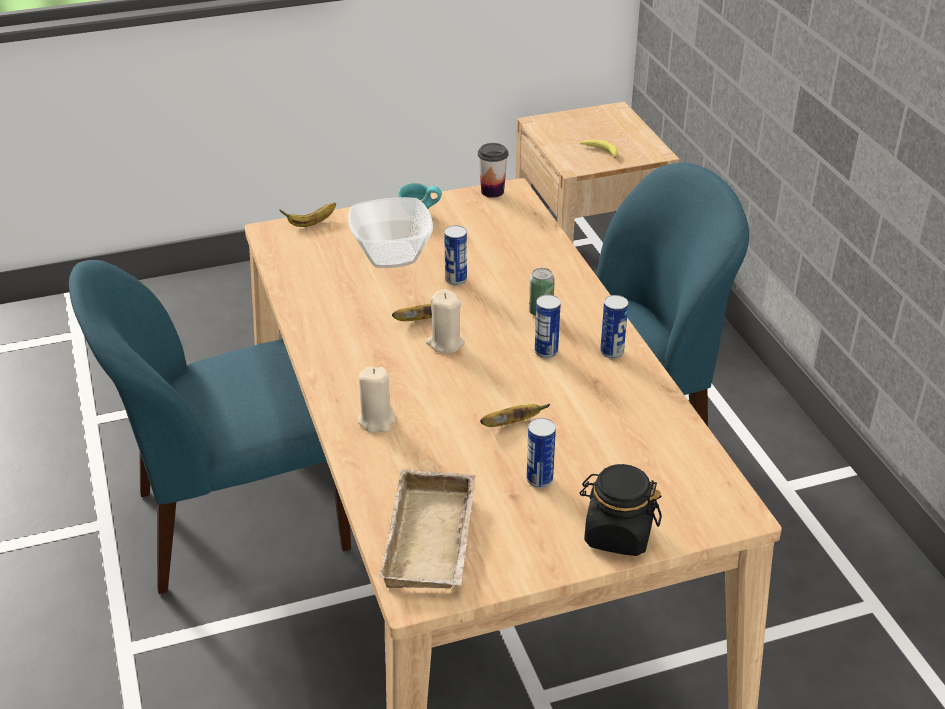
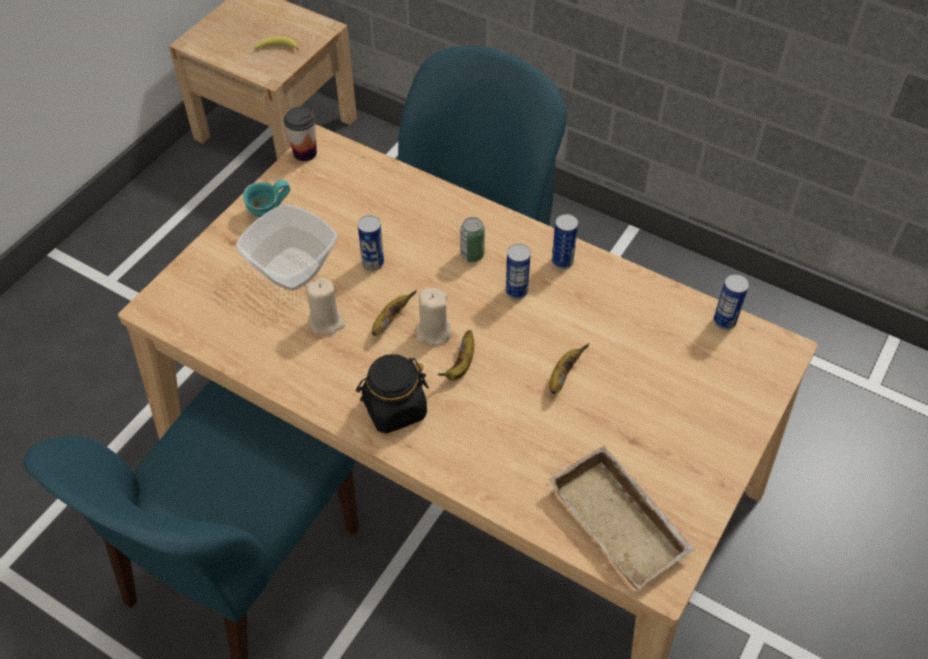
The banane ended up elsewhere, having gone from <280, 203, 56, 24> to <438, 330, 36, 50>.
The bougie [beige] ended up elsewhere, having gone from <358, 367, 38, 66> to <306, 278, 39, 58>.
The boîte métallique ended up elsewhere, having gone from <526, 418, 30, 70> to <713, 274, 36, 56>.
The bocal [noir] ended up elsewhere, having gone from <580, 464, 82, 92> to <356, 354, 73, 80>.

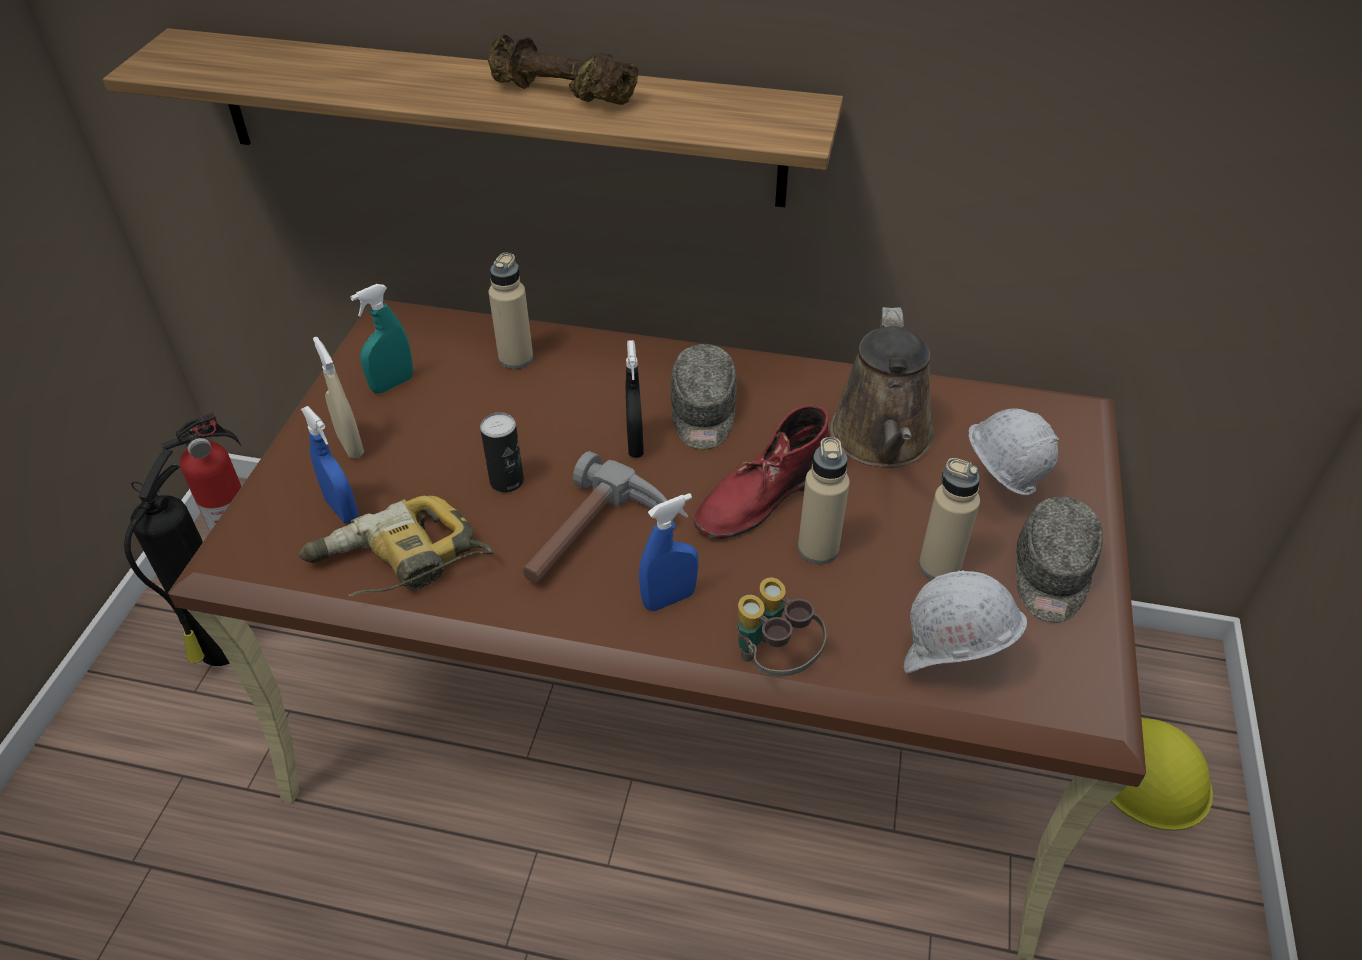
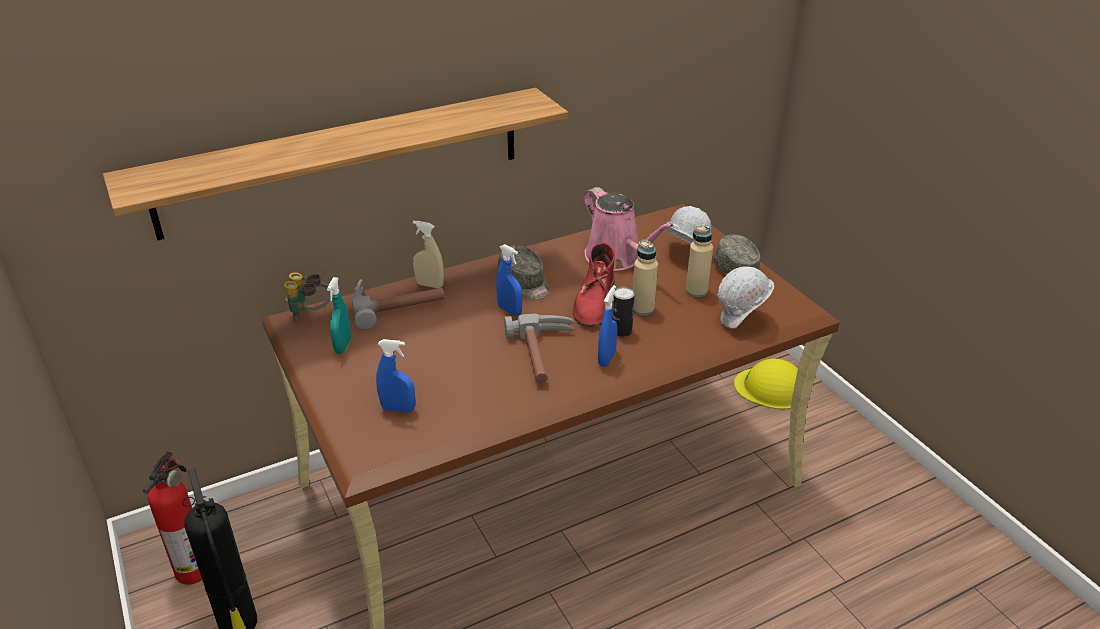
The second view lost the perceuse at <299, 496, 195, 101>.
The vaporisateur [beige] ended up elsewhere, having gone from <313, 337, 51, 122> to <413, 221, 31, 67>.
The boîte métallique ended up elsewhere, having gone from <480, 412, 44, 80> to <612, 287, 23, 50>.
The second view lost the haltère [marron] at <487, 35, 151, 70>.
Where the bouteille [beige] stood at <489, 253, 44, 116>, the marteau came to stand at <352, 279, 92, 51>.
What was the vaporisateur [noir] at <626, 340, 18, 118> turned into the vaporisateur [bleu] at <496, 244, 26, 72>.
The jumelles ended up elsewhere, having gone from <737, 578, 89, 98> to <284, 272, 46, 50>.
What was the arrosoir [marron] at <830, 307, 104, 161> turned into the arrosoir [rose] at <584, 187, 90, 84>.

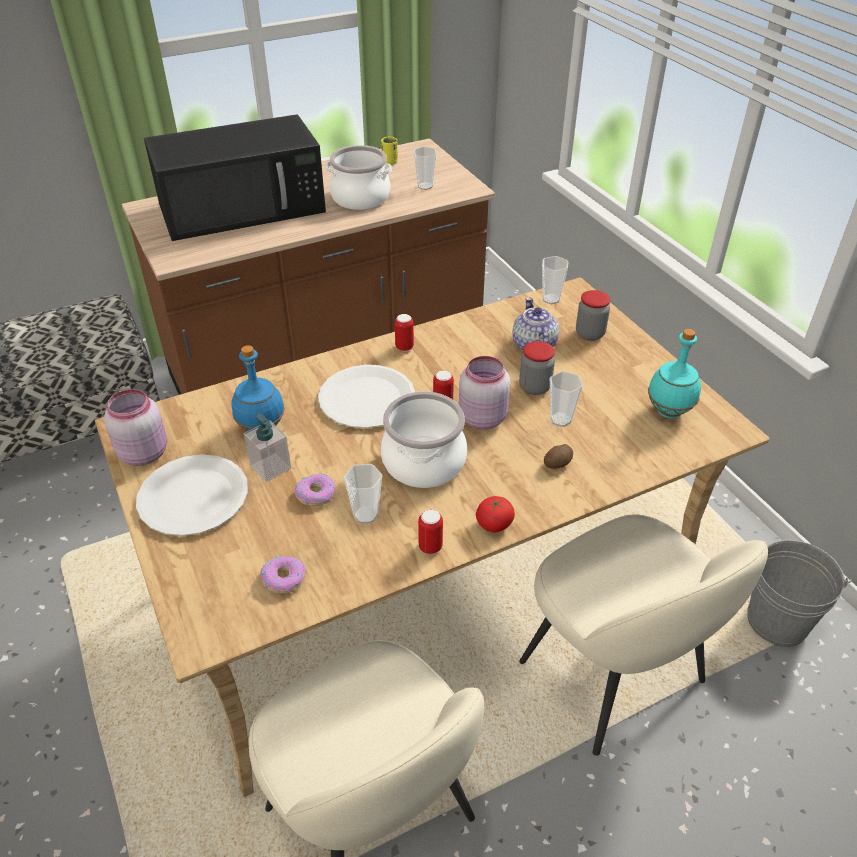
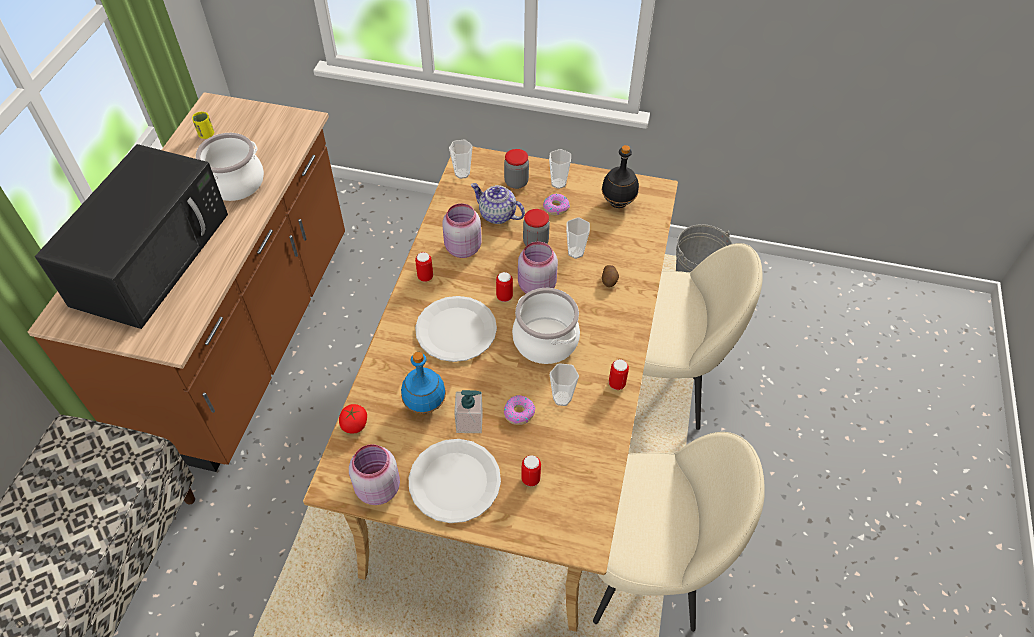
The beignet ended up elsewhere, having gone from <260, 556, 46, 37> to <543, 193, 27, 22>.
The tasse ended up elsewhere, having gone from <414, 147, 23, 43> to <549, 149, 22, 40>.
The tomate ended up elsewhere, having gone from <476, 496, 39, 37> to <339, 404, 28, 30>.
What was the bouteille [turquoise] at <648, 329, 53, 89> turned into the bouteille [noir] at <602, 145, 37, 63>.
The second view gained the bocal [rose] at <442, 203, 40, 55>.
The second view gained the boîte métallique at <521, 455, 20, 32>.

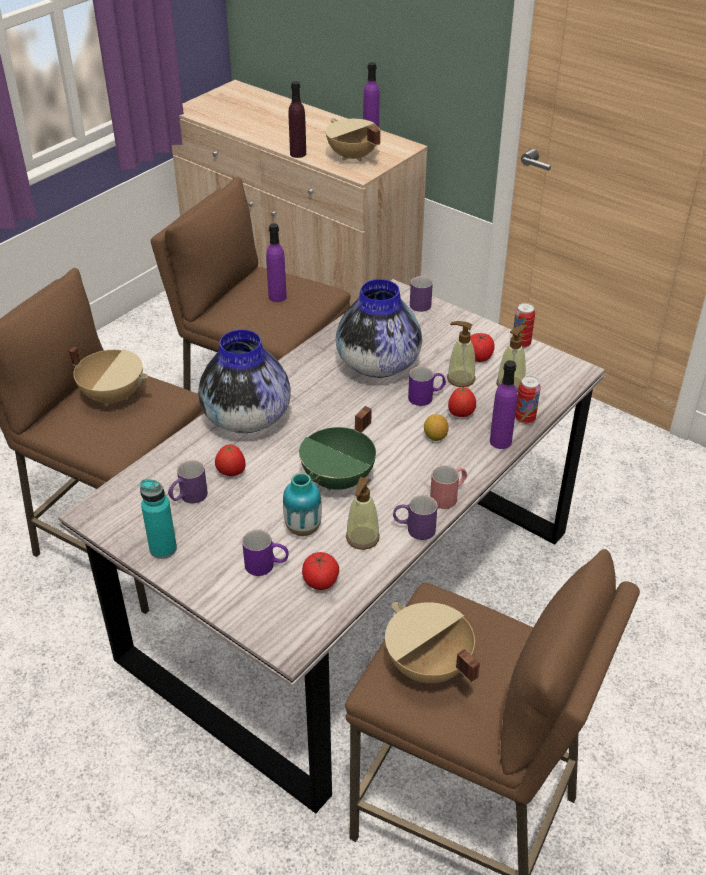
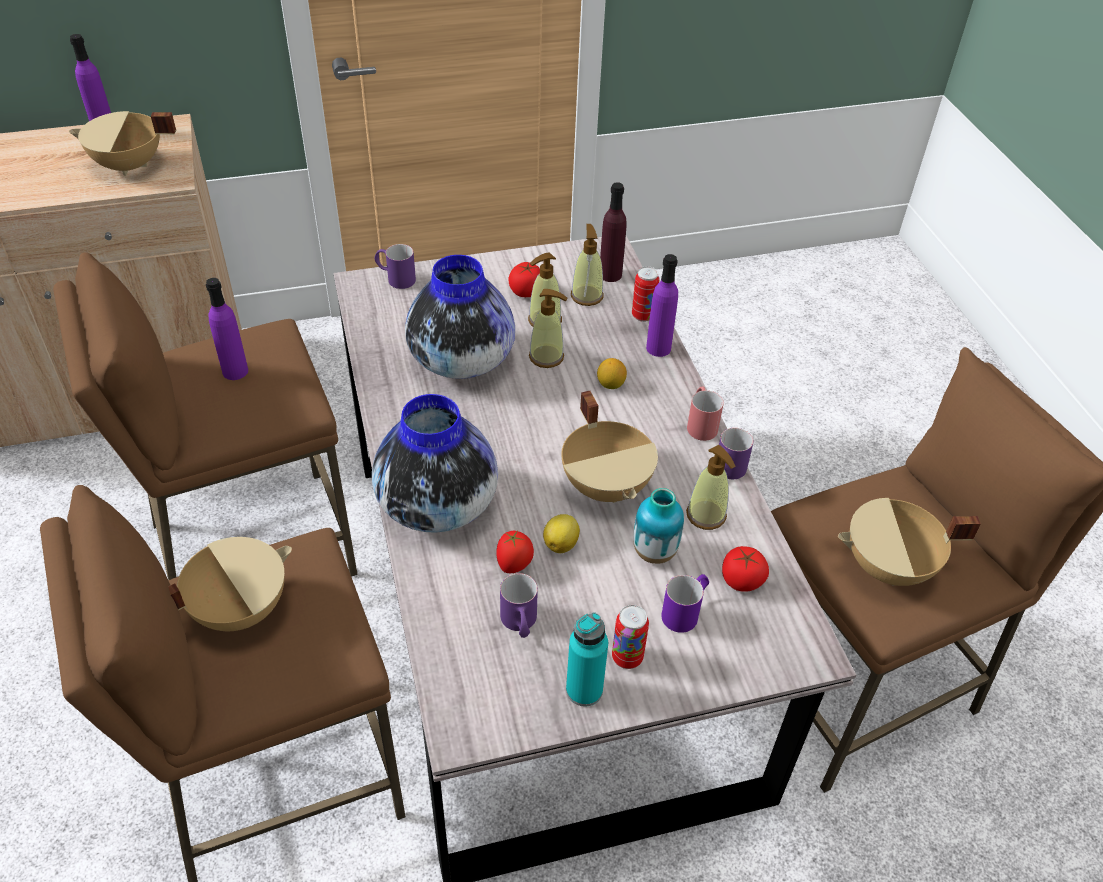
The bouteille [violet] ended up elsewhere, having gone from <288, 81, 18, 77> to <600, 182, 27, 100>.
What was the marmite [vert] at <299, 406, 77, 84> turned into the marmite [beige] at <561, 391, 97, 112>.
Where the mug [violet] stood at <408, 367, 38, 39>, the distributeur de savon came to stand at <529, 289, 38, 79>.
The second view lost the tomate at <448, 387, 28, 30>.
The boîte métallique ended up elsewhere, having gone from <512, 303, 23, 45> to <612, 605, 37, 64>.
The second view gained the citron at <543, 514, 37, 39>.

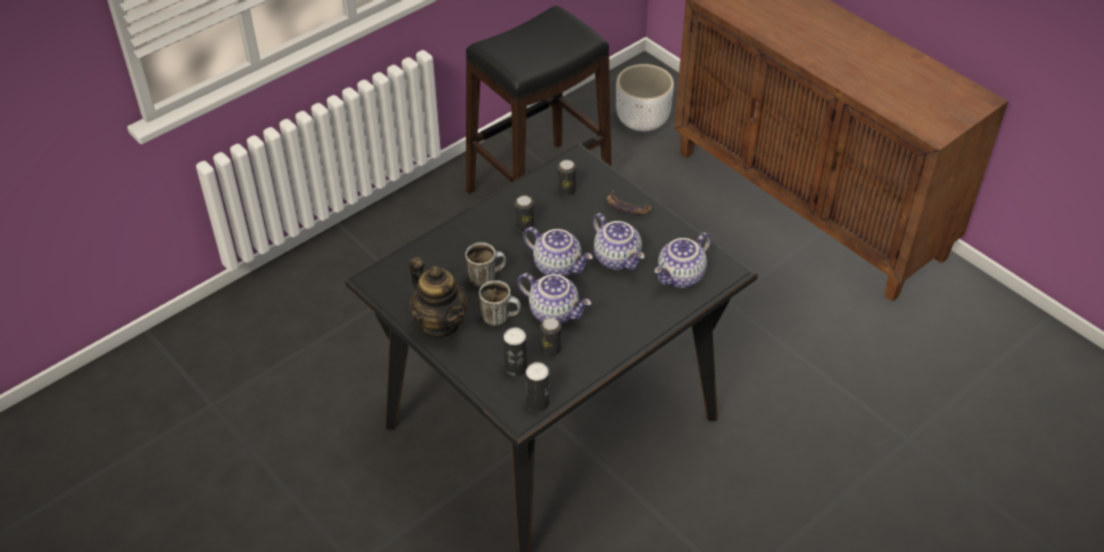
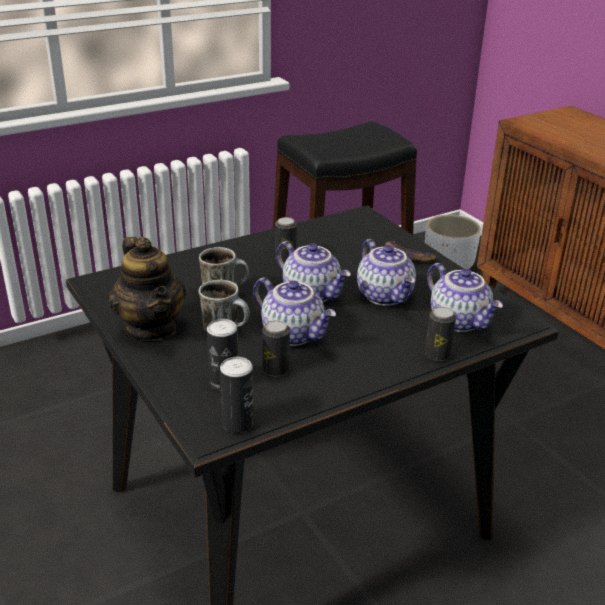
The boîte métallique ended up elsewhere, having gone from <558, 160, 18, 36> to <425, 307, 31, 54>.
The théière at <654, 232, 57, 56> ended up facing another way, 90 degrees counterclockwise from before.

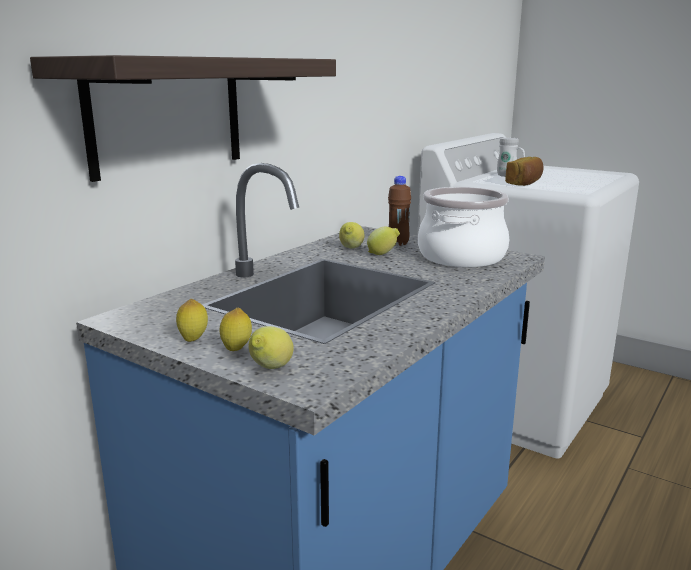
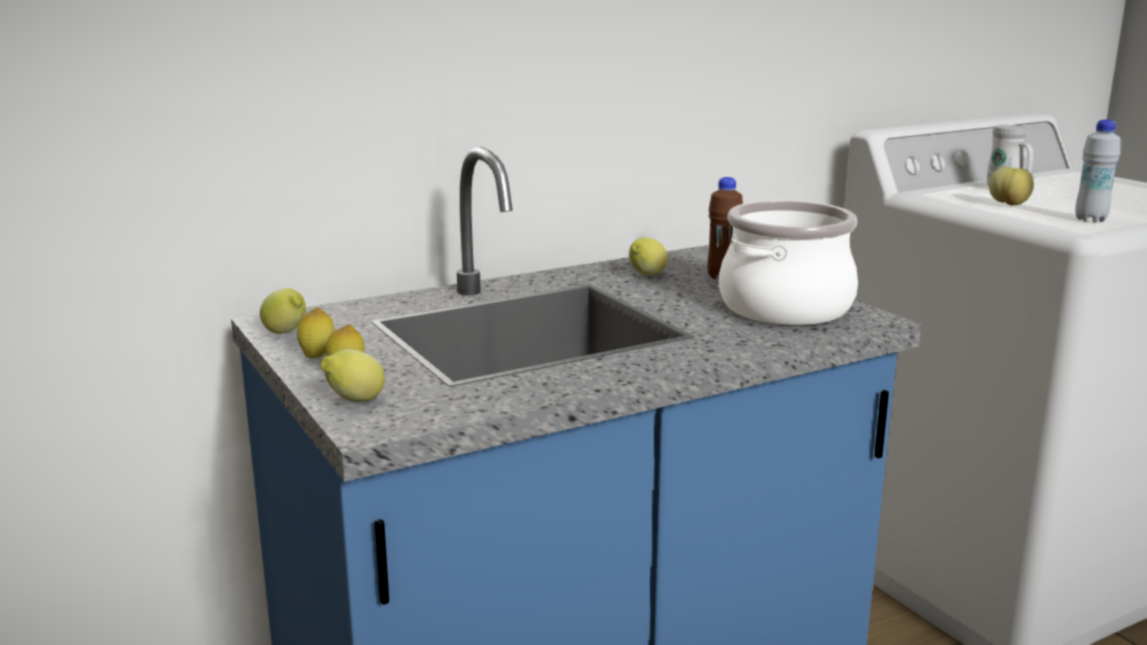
The second view lost the étagère at <30, 55, 306, 127>.
The citron ended up elsewhere, having gone from <367, 227, 33, 28> to <260, 288, 46, 46>.
Where the pain stood at <505, 157, 39, 29>, the pomme came to stand at <989, 167, 45, 39>.
The second view gained the bouteille [blanc] at <1075, 120, 46, 103>.

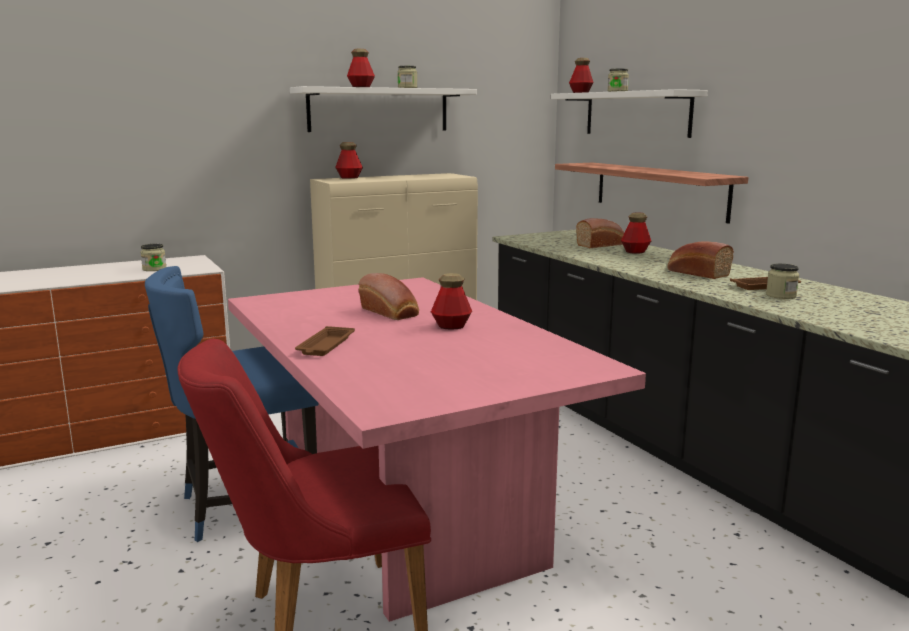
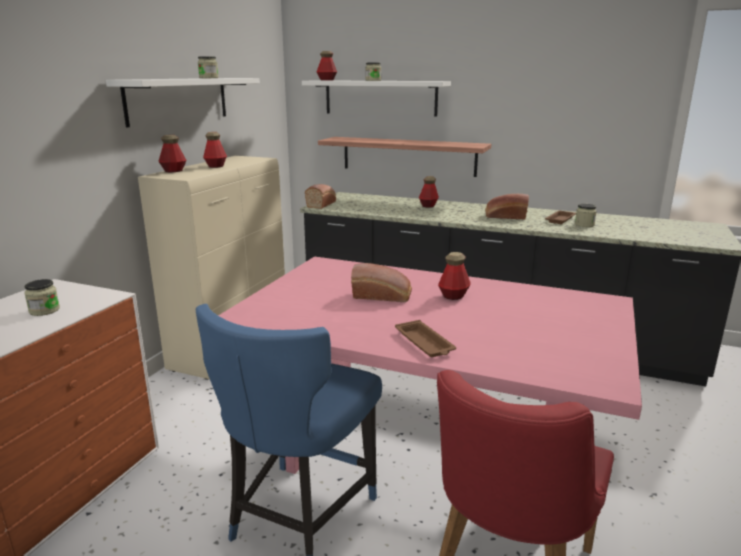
The bouteille ended up elsewhere, having gone from <347, 49, 28, 38> to <203, 132, 24, 36>.
The pain ended up elsewhere, having gone from <576, 218, 48, 30> to <305, 184, 31, 25>.

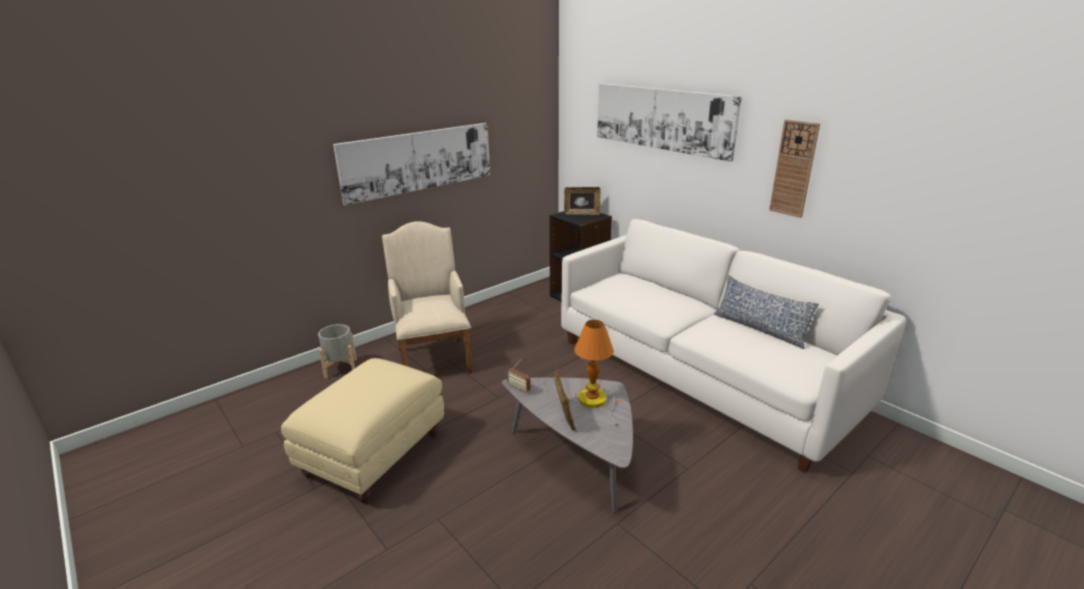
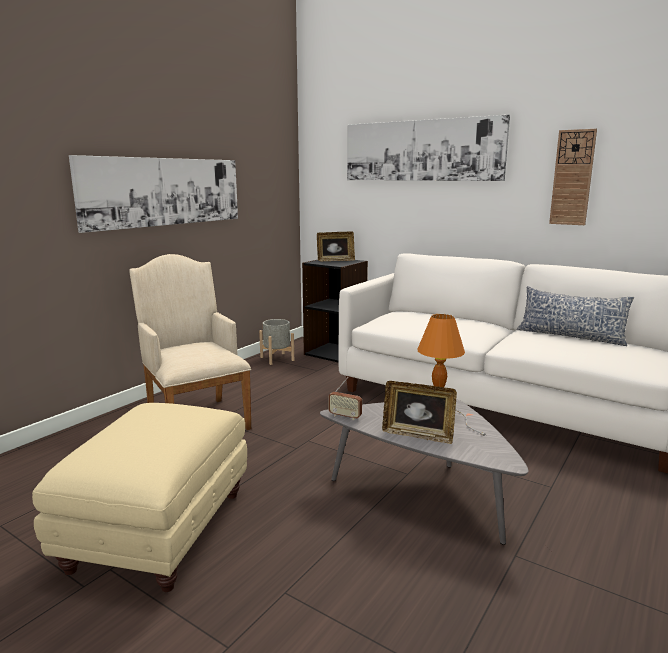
The cache-pot [gris] ended up elsewhere, having gone from <318, 324, 39, 54> to <259, 319, 35, 46>.
The cadre photo at <554, 366, 23, 66> ended up facing another way, 135 degrees clockwise from before.

